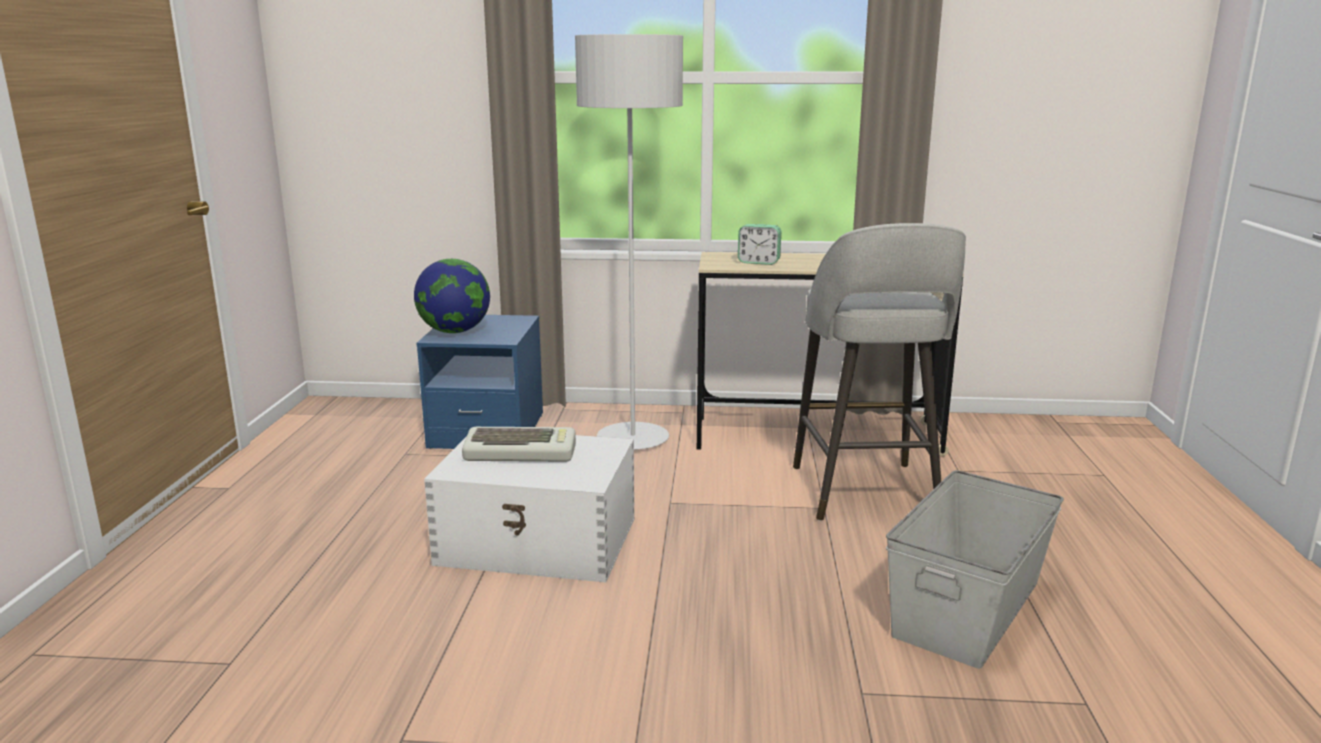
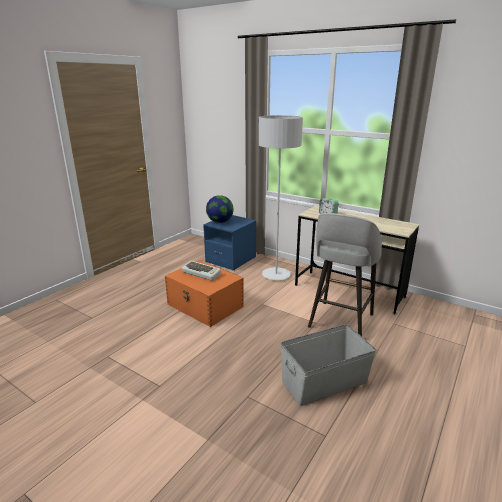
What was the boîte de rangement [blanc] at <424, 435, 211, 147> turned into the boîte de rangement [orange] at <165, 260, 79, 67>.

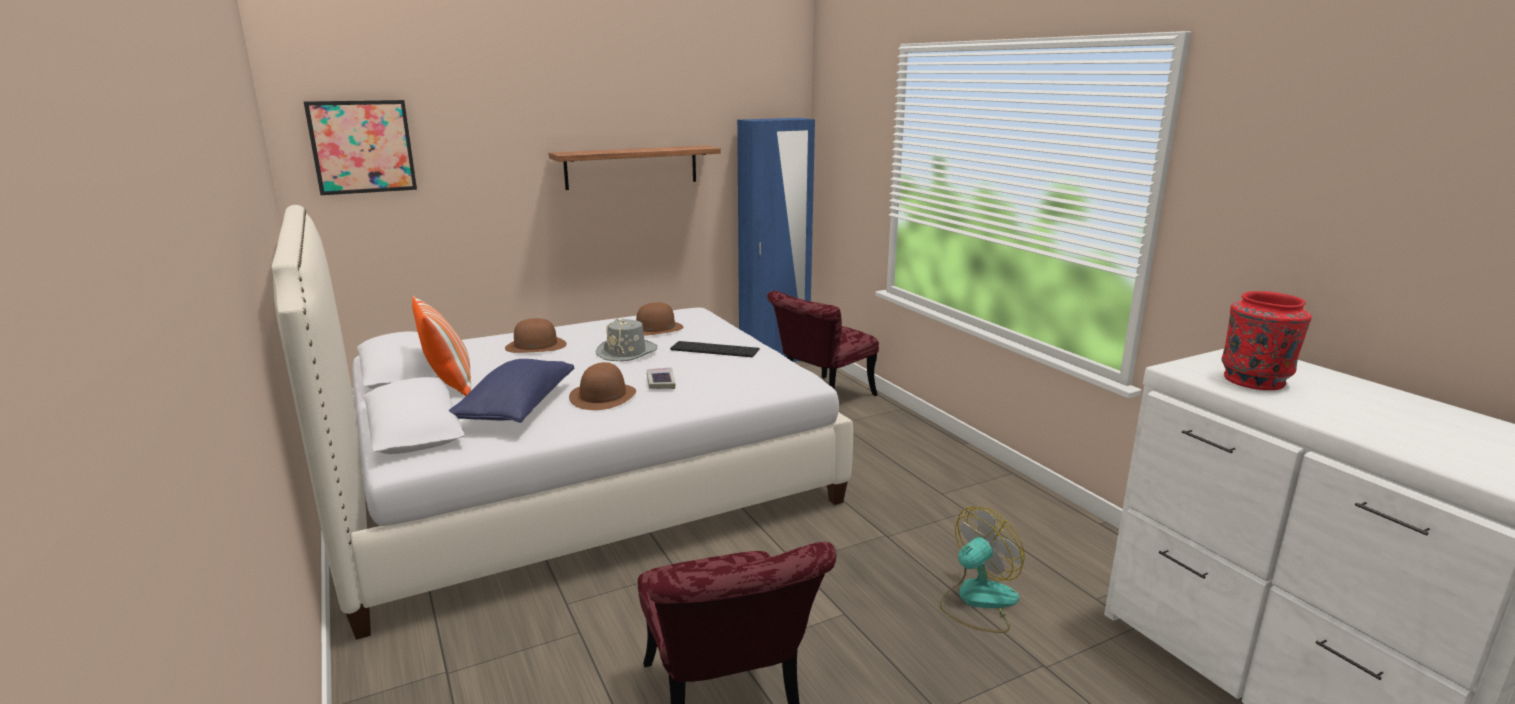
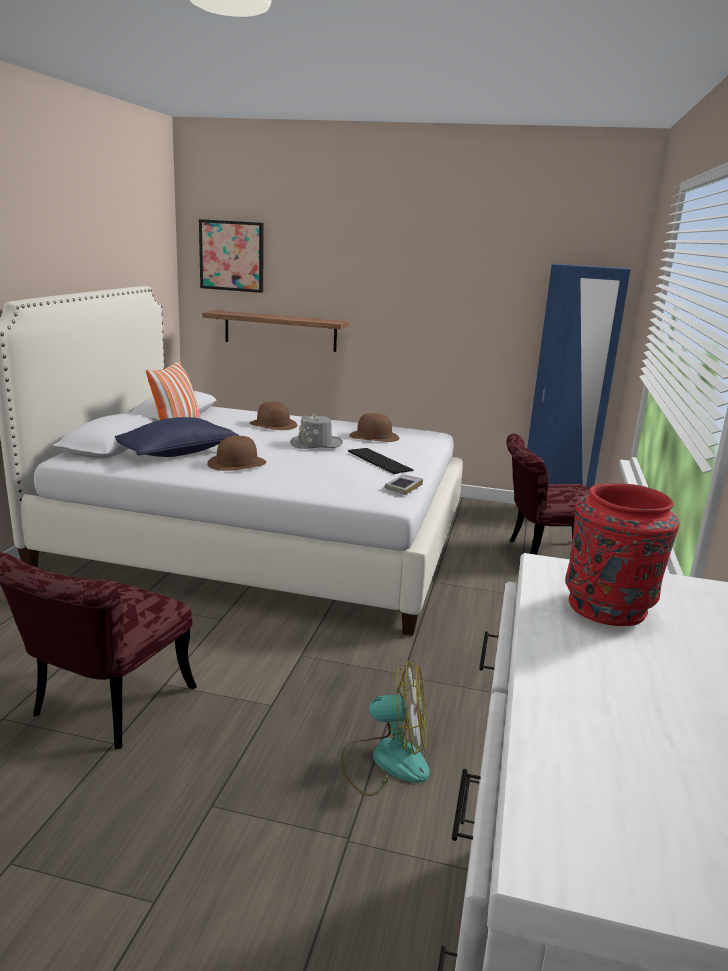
The étagère ended up elsewhere, having gone from <549, 145, 172, 45> to <202, 310, 147, 42>.
The livre ended up elsewhere, having gone from <647, 367, 28, 22> to <384, 474, 39, 21>.

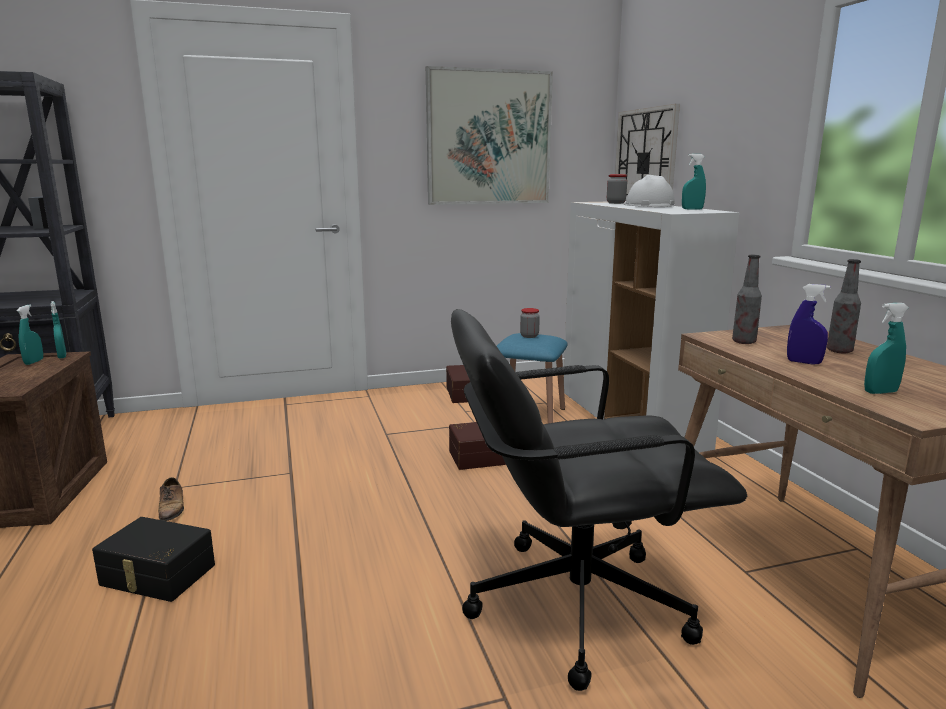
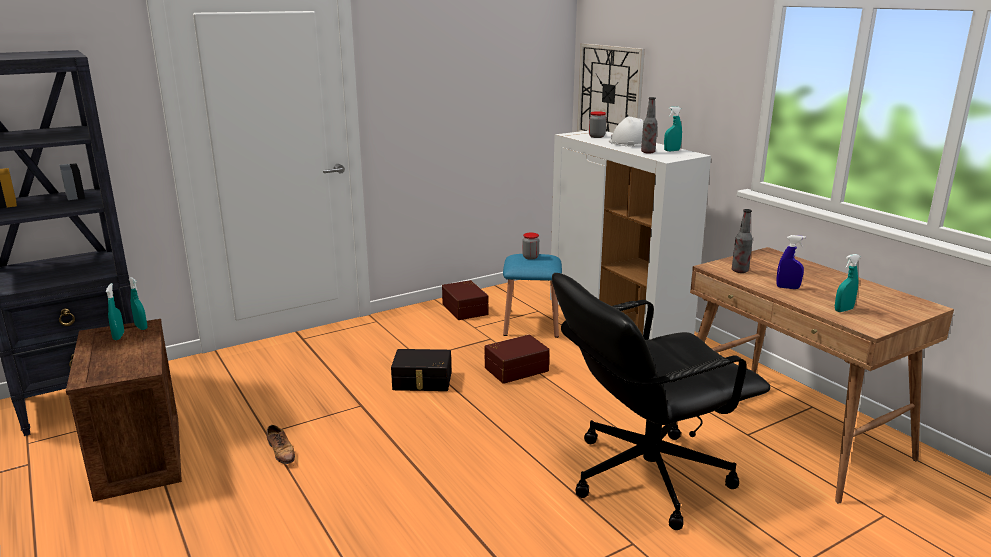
The boîte de rangement [noir] ended up elsewhere, having gone from <92, 517, 123, 85> to <391, 349, 60, 42>.
The second view lost the tableau at <426, 66, 127, 139>.
The bouteille ended up elsewhere, having gone from <827, 259, 34, 94> to <641, 97, 16, 56>.

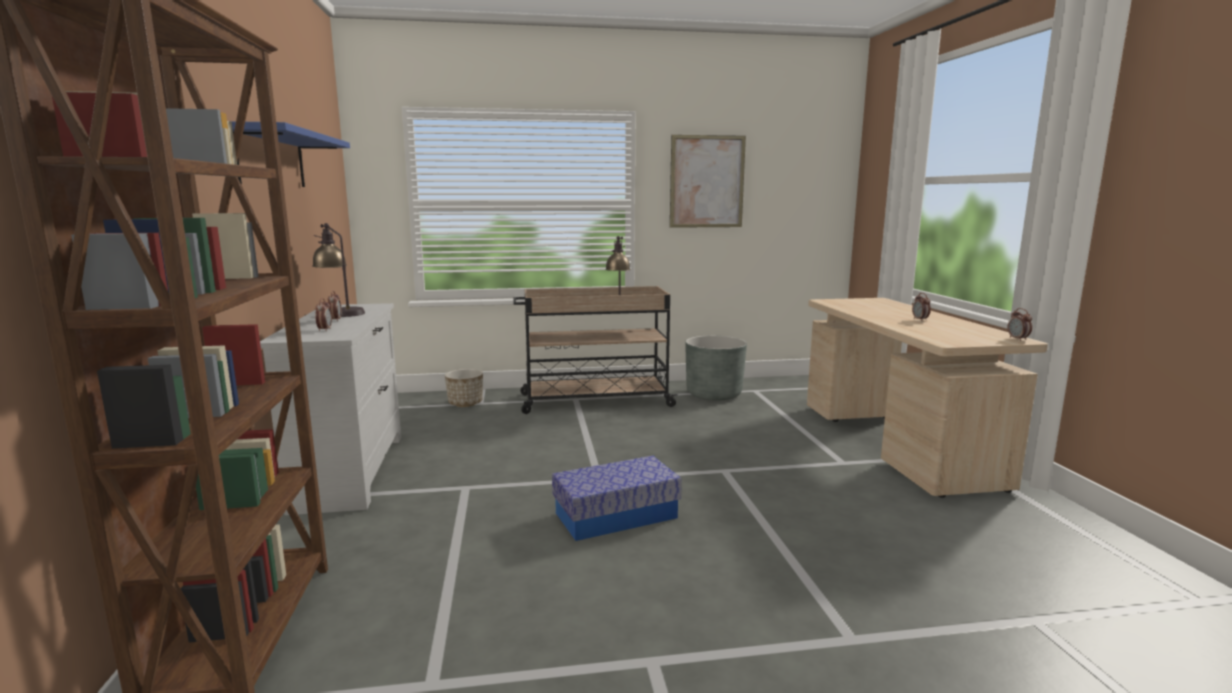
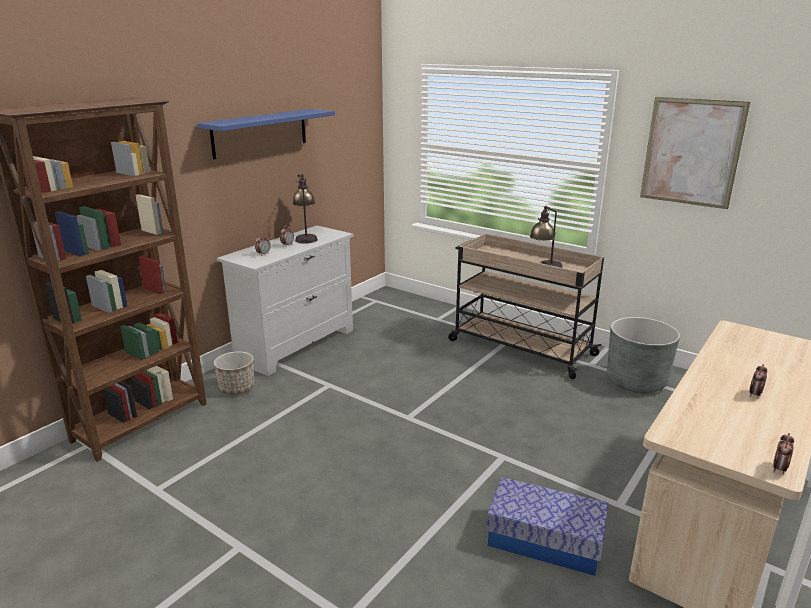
The cache-pot ended up elsewhere, having gone from <445, 369, 38, 38> to <214, 351, 40, 44>.
The boîte de rangement ended up elsewhere, having gone from <552, 456, 130, 85> to <486, 477, 123, 99>.

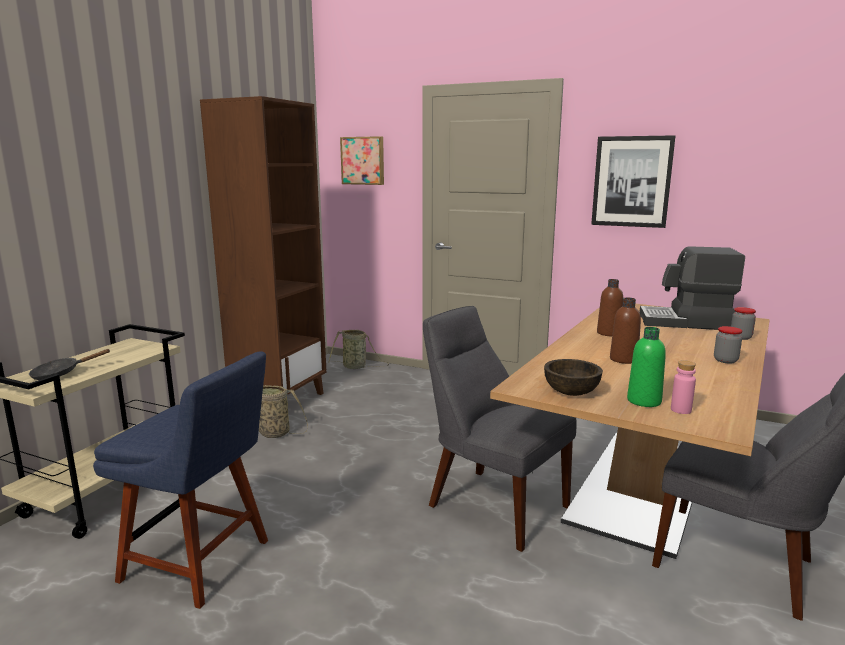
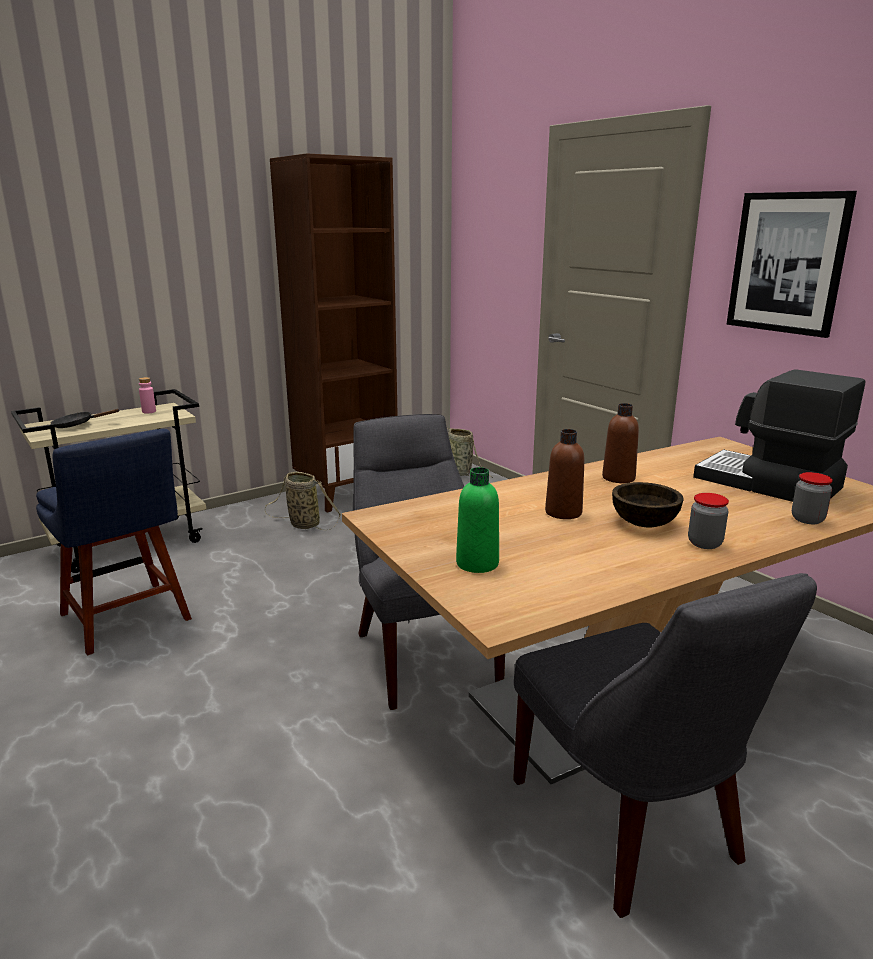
The second view lost the tableau at <340, 136, 44, 49>.
The bol [marron] ended up elsewhere, having gone from <544, 359, 59, 37> to <612, 482, 72, 46>.
The bouteille [rose] ended up elsewhere, having gone from <671, 360, 25, 54> to <139, 377, 17, 37>.

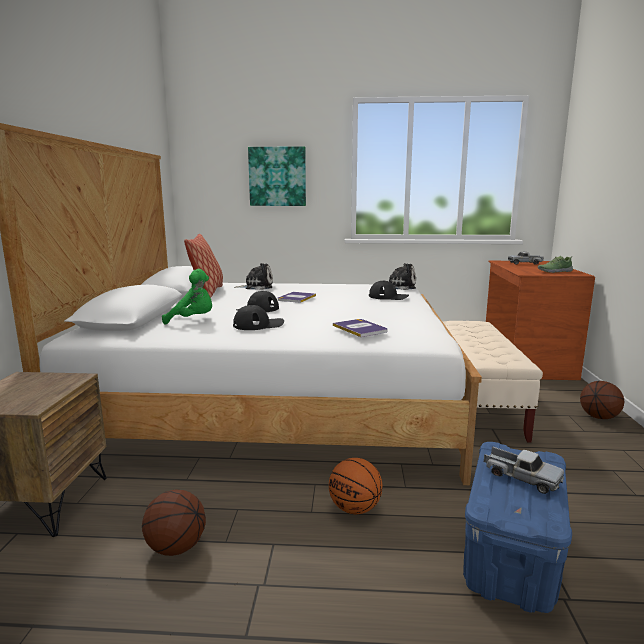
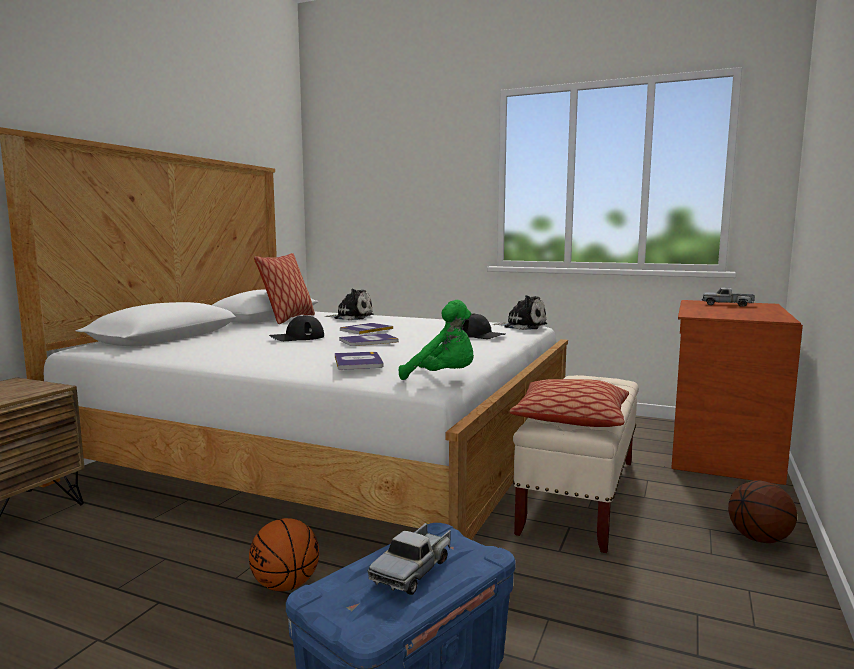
The second view lost the ballon de basket at <142, 490, 64, 66>.
The peluche [vert] ended up elsewhere, having gone from <162, 269, 50, 55> to <399, 300, 75, 80>.
The second view lost the casquette [noir] at <233, 305, 51, 25>.
The second view lost the tableau at <248, 146, 58, 60>.
The camion jouet at <484, 447, 80, 47> ended up facing another way, 60 degrees clockwise from before.
The second view lost the chaussure at <538, 256, 35, 17>.
The second view gained the livre at <339, 333, 60, 13>.
The second view gained the coussin at <509, 379, 120, 48>.

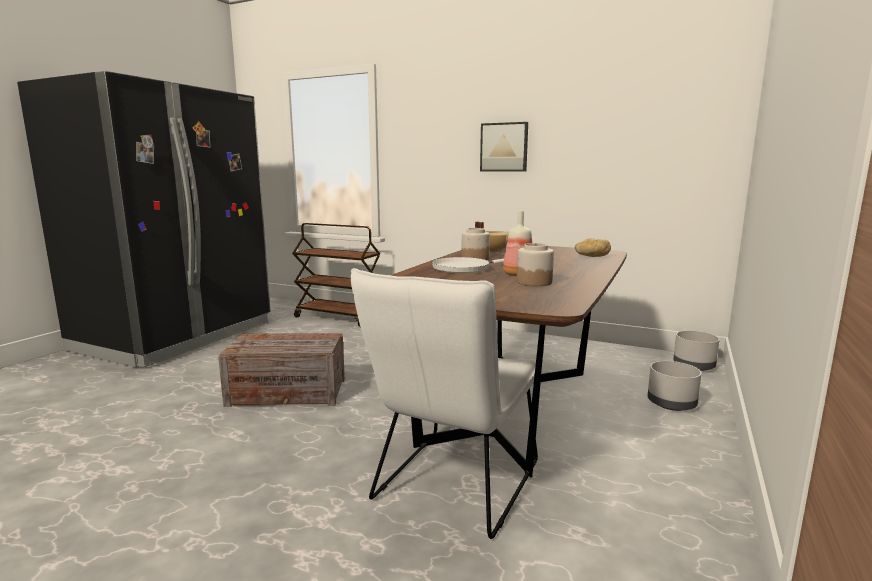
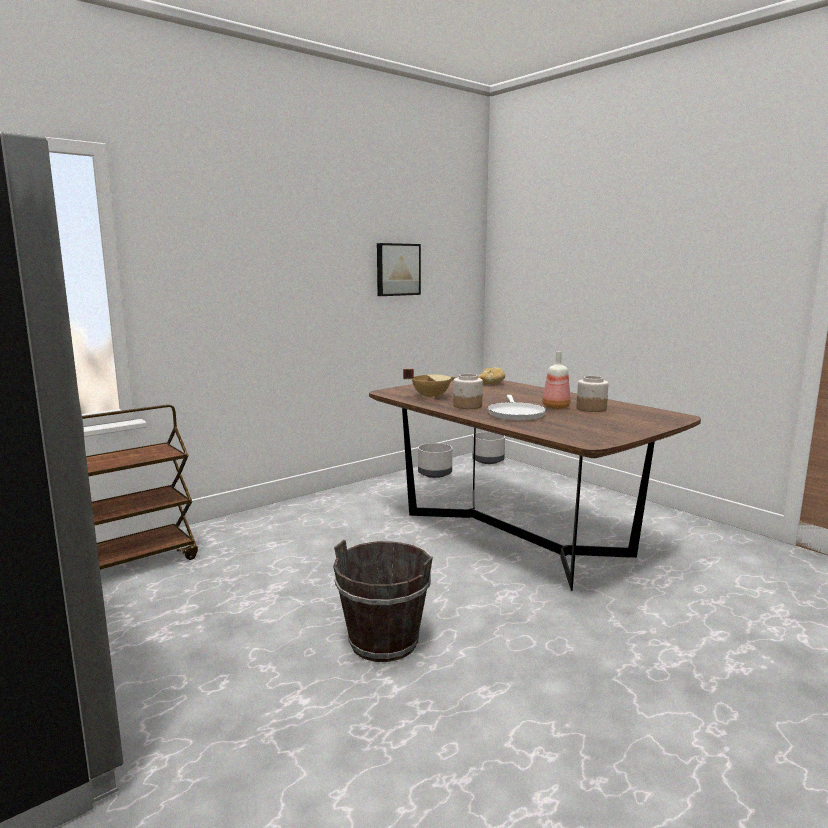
Where the caisse stood at <218, 333, 127, 74>, the seau [marron] came to stand at <333, 540, 100, 122>.
The second view lost the chaise [blanc] at <351, 268, 187, 271>.
The tableau ended up elsewhere, having gone from <480, 122, 48, 50> to <377, 243, 44, 53>.
The cache-pot [gris] ended up elsewhere, having gone from <648, 361, 54, 50> to <418, 443, 34, 35>.

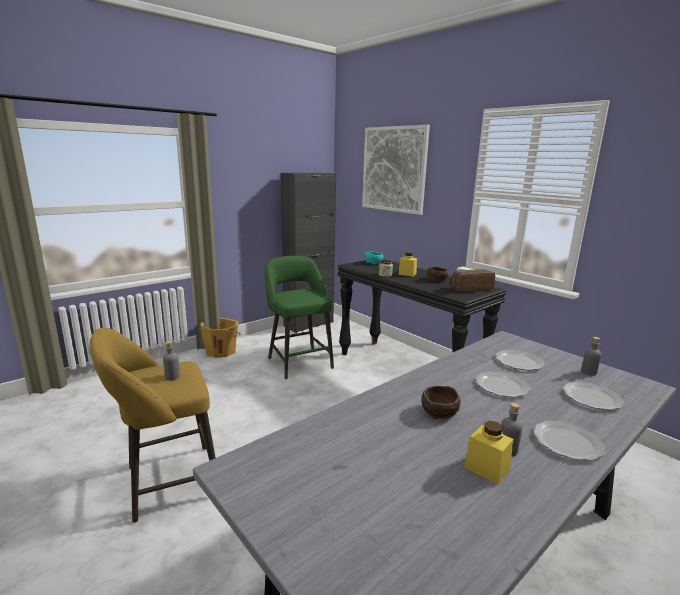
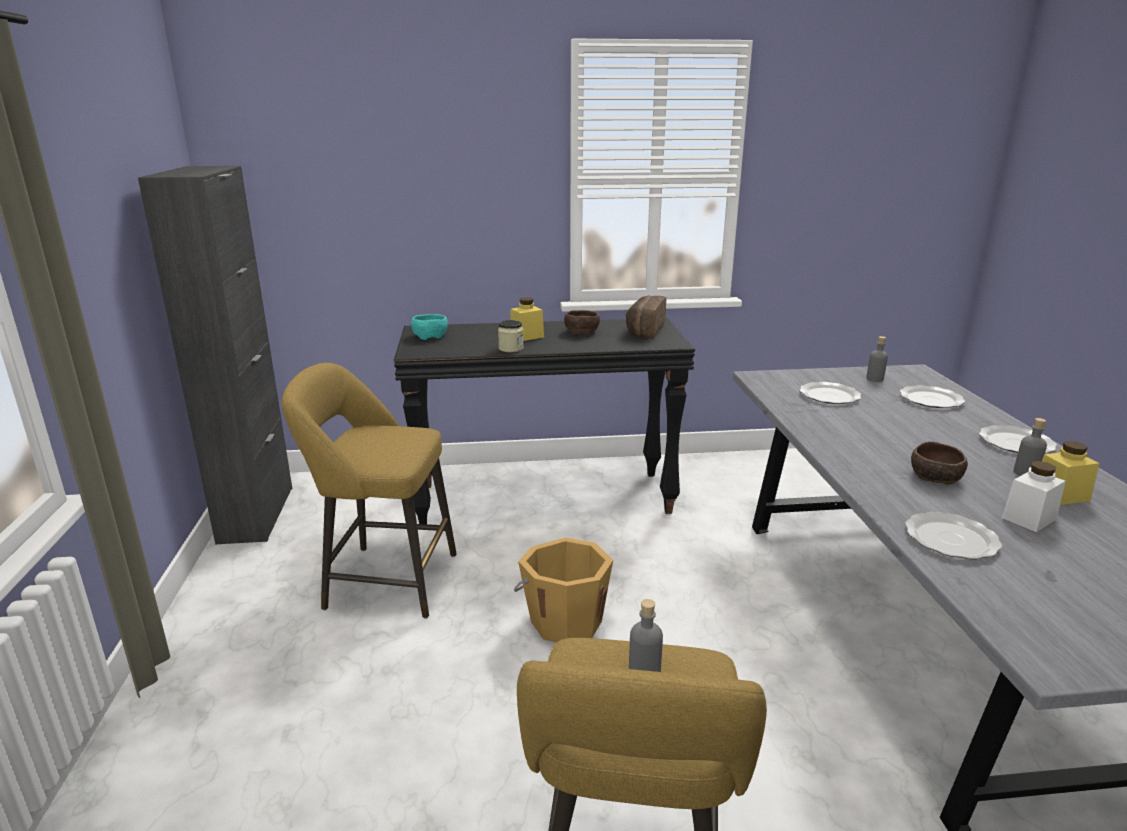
The seau [orange] ended up elsewhere, having gone from <200, 318, 41, 40> to <514, 538, 99, 105>.
What was the tabouret [vert] at <265, 256, 69, 123> turned into the tabouret [jaune] at <282, 363, 175, 256>.
The second view lost the tableau at <362, 125, 68, 90>.
The assiette ended up elsewhere, having gone from <475, 371, 55, 26> to <905, 512, 97, 47>.
The second view gained the bocal [blanc] at <1002, 461, 64, 71>.

